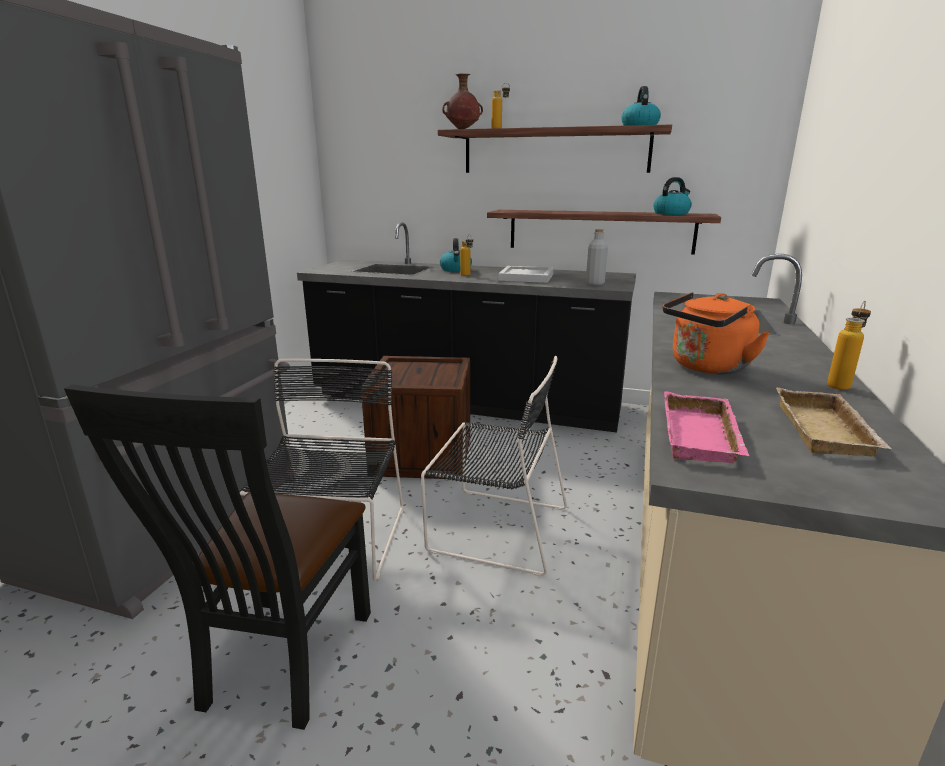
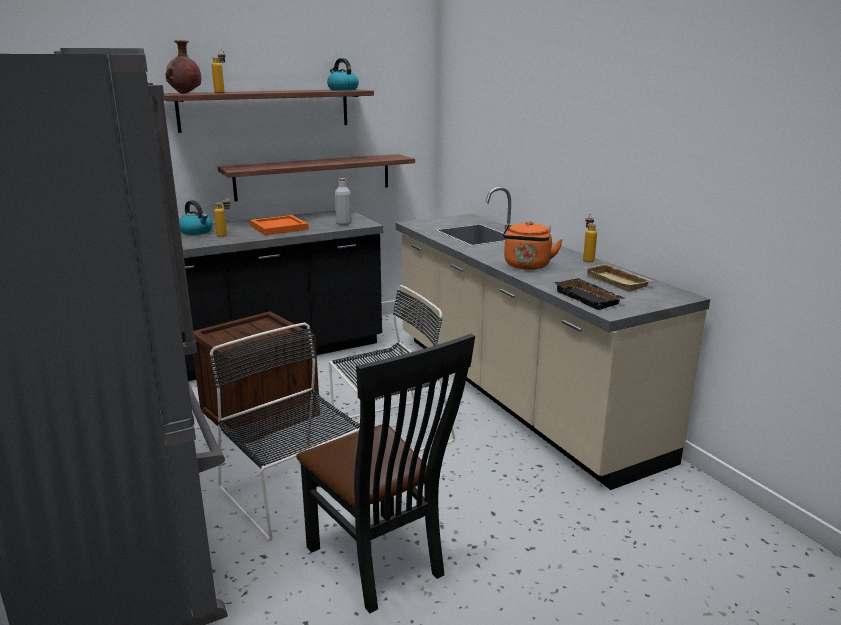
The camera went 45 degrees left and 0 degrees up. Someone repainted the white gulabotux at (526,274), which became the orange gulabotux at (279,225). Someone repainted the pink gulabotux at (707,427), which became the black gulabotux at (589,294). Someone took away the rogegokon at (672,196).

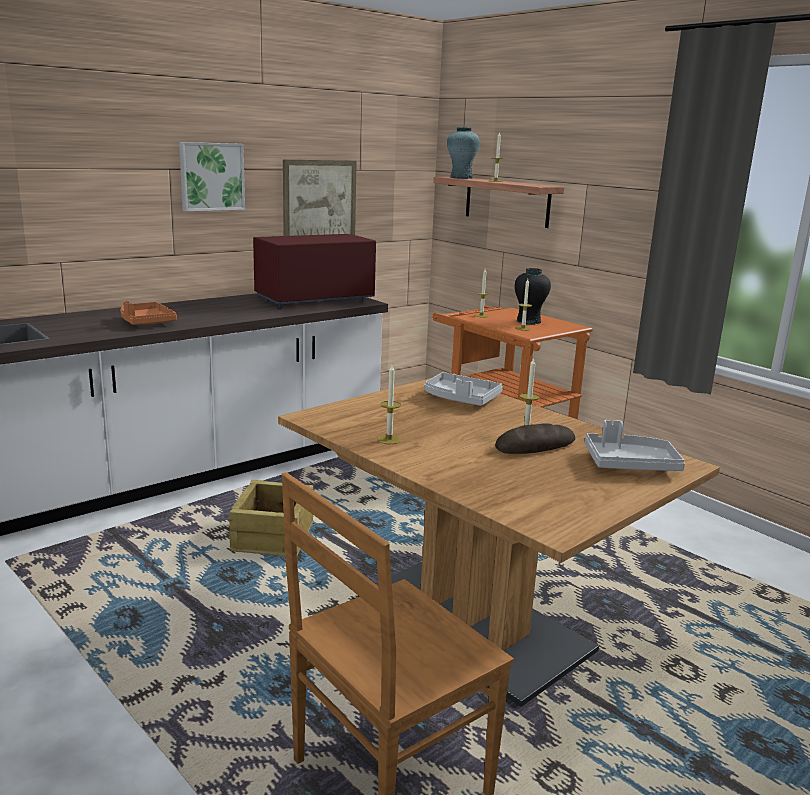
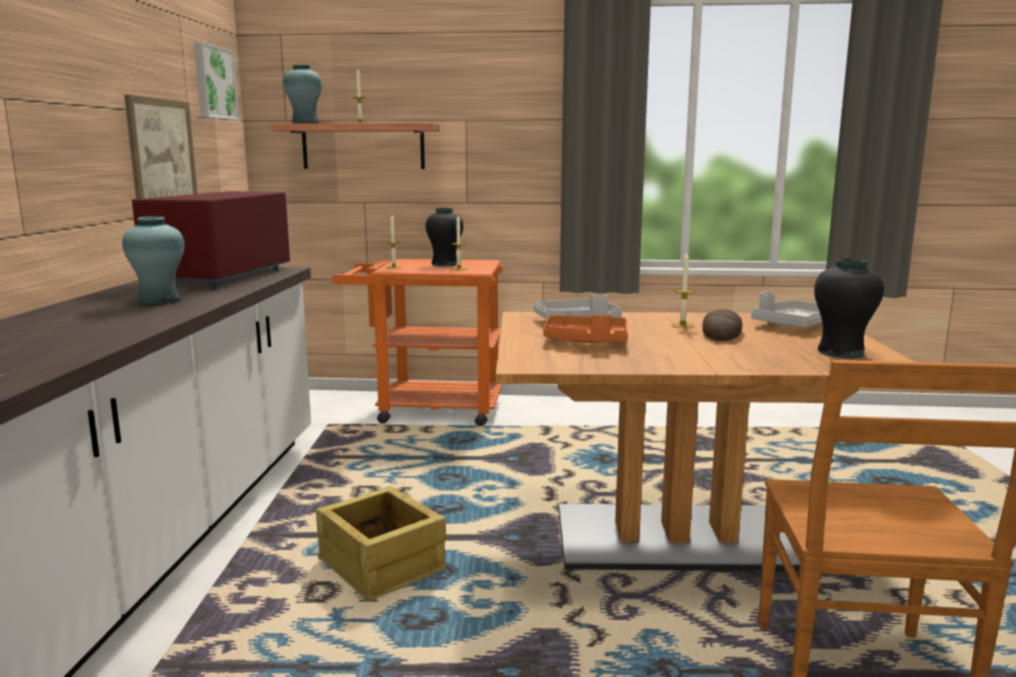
The camera went 45 degrees left and 5 degrees down. Someone put down the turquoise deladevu at (153,260). Someone carried the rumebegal from (212,176) to (216,81). Someone carried the orange gulabotux from (149,313) to (585,328). Someone put down the black deladevu at (849,308). Someone took away the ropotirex at (389,404).

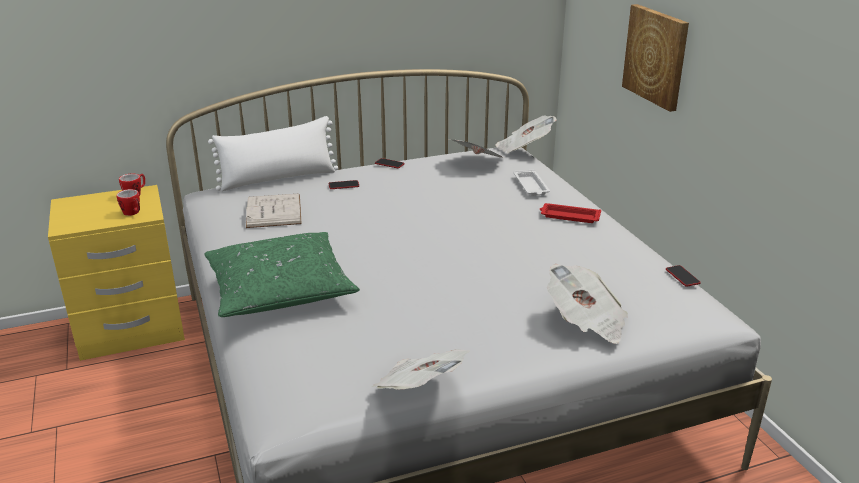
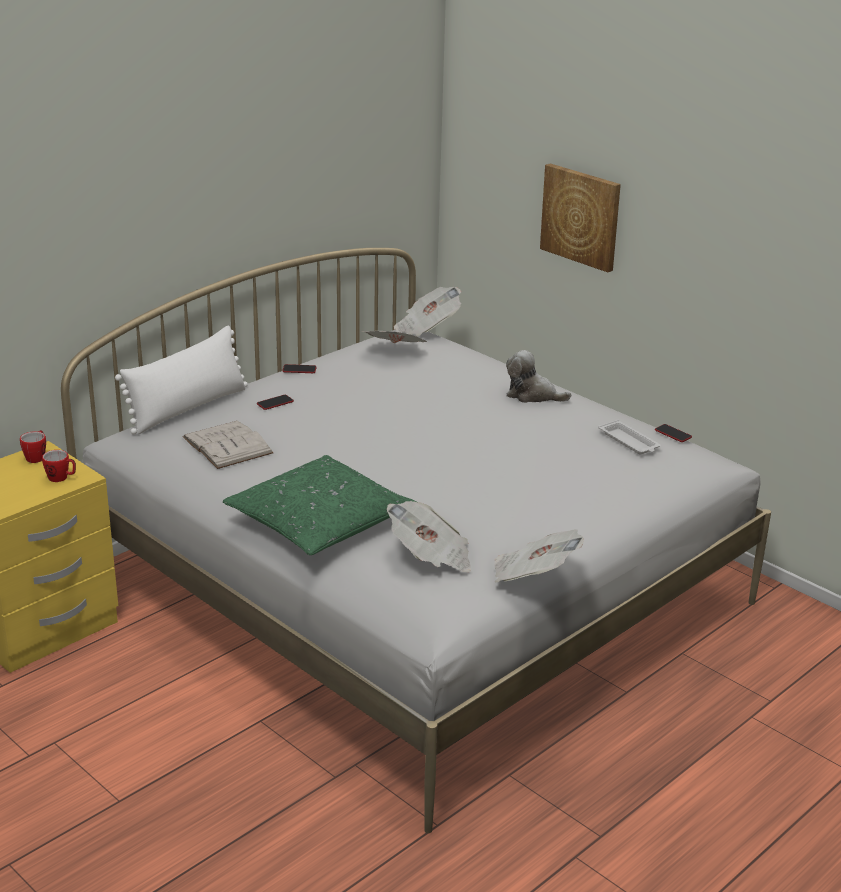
The camera went 25 degrees left and 0 degrees up. Someone carried the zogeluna from (587,304) to (429,536). Someone swapped the red gulabotux at (570,213) for the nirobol at (538,376). Someone carried the white gulabotux from (531,183) to (629,437).

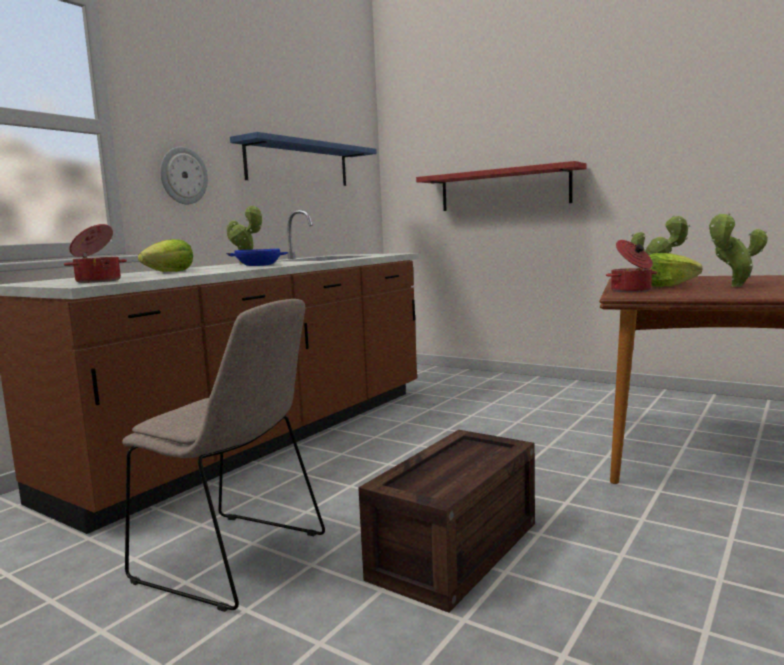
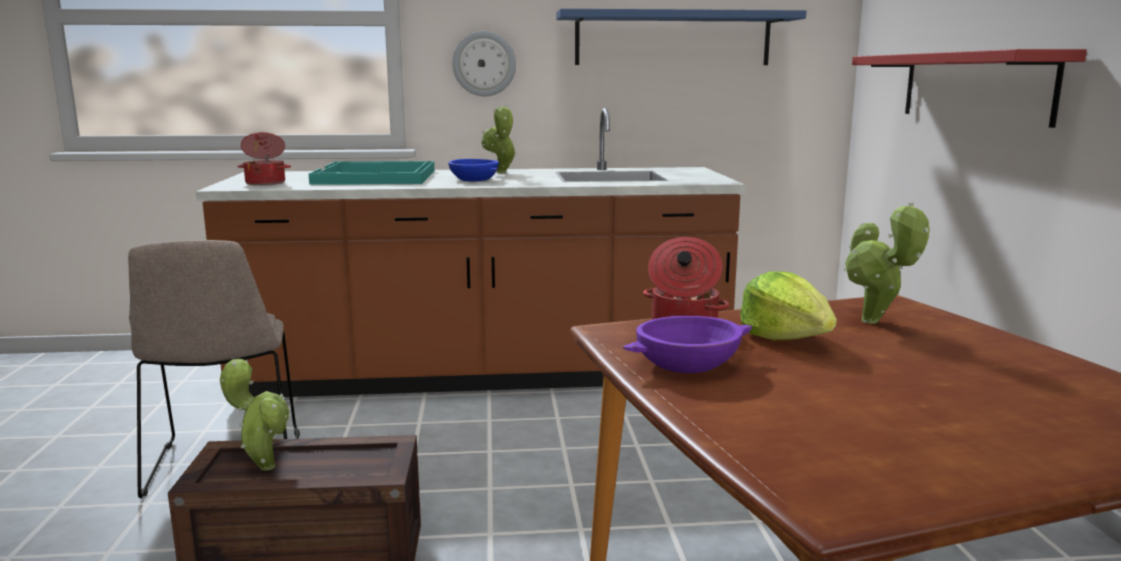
The camera went 50 degrees right and 5 degrees up. Someone carried the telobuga from (738,250) to (255,414). Someone swapped the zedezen at (165,255) for the turquoise gulabotux at (371,173). Someone put down the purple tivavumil at (687,344).

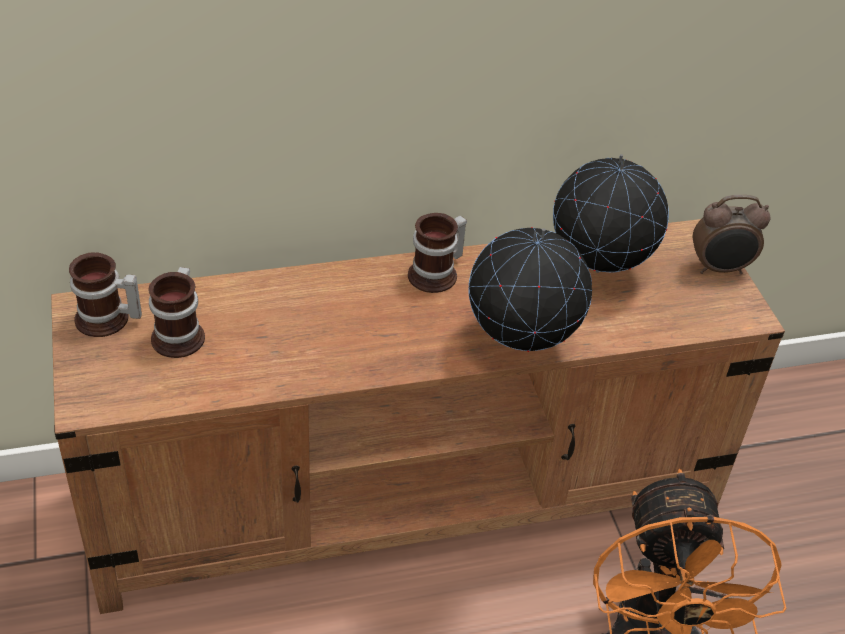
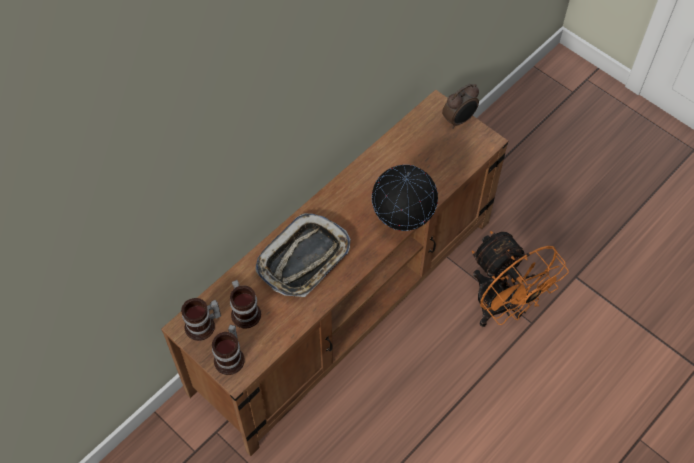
The camera went 30 degrees left and 15 degrees up. Someone carried the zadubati from (437,253) to (228,349). Someone put down the gulabotux at (303,255). Someone took away the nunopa at (611,213).

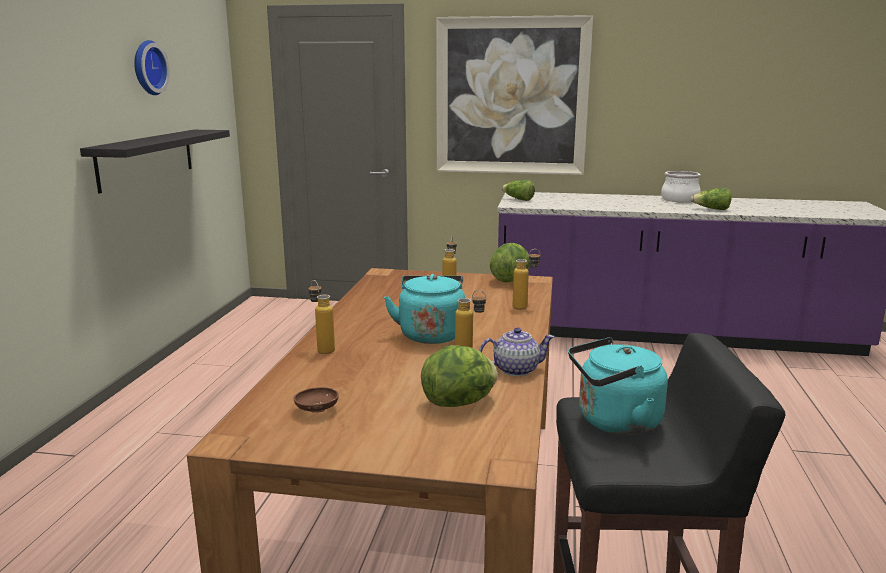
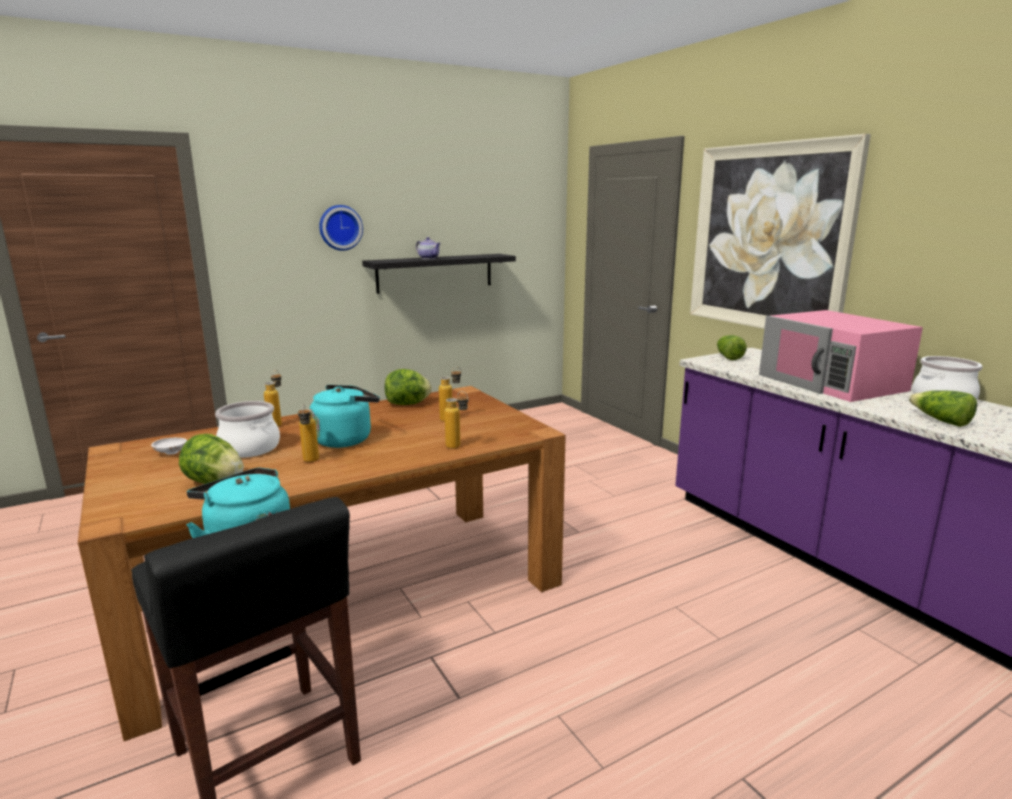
The camera went 50 degrees right and 0 degrees up. Someone repainted the brown tivavumil at (316,400), which became the white tivavumil at (169,446). Someone put down the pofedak at (247,429). Someone carried the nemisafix from (152,67) to (341,228). Someone carried the zedezen from (510,263) to (408,387). Someone carried the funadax from (517,351) to (428,248). Someone put down the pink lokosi at (841,356).

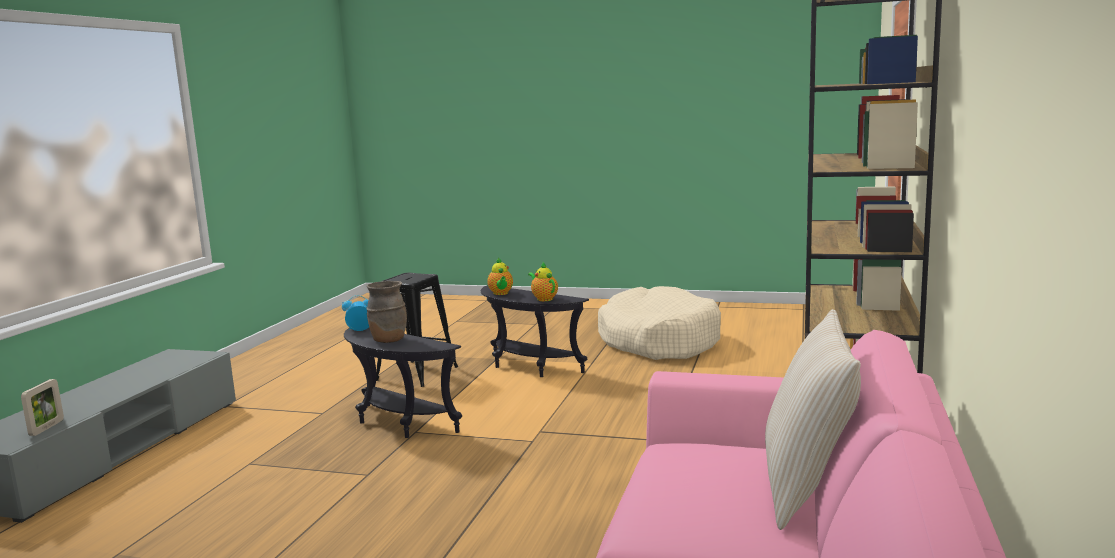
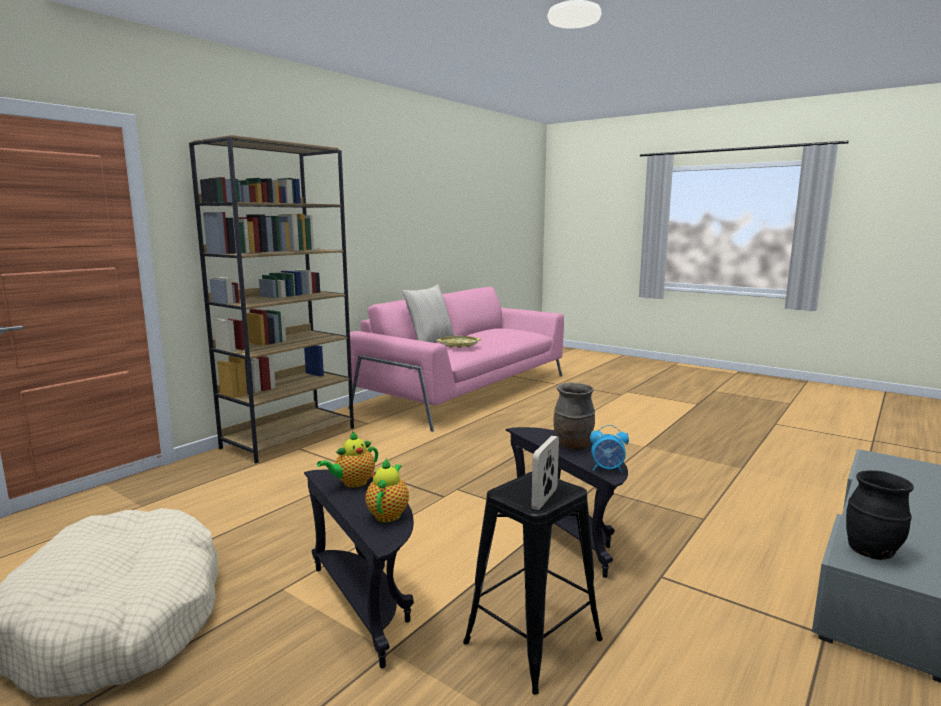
The camera went 160 degrees left and 0 degrees up. Someone rotated the funadax at (543,281) by 60 degrees clockwise. Someone put down the yellow gulabotux at (458,342). Someone carried the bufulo from (42,407) to (545,473). Someone put down the black deladevu at (880,515).

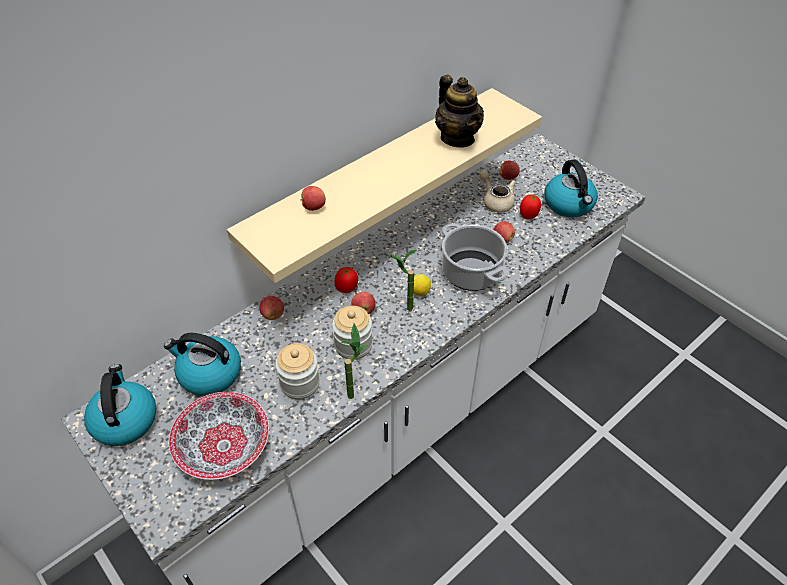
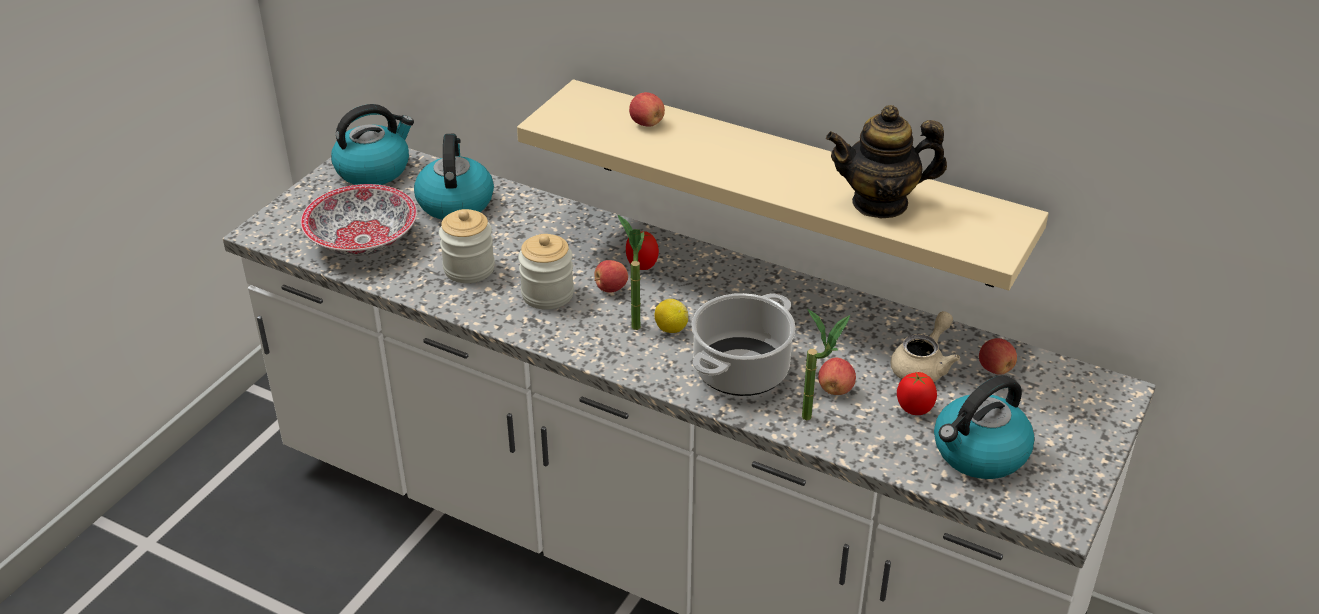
The camera went 70 degrees right and 10 degrees down. Someone carried the telobuga from (354,361) to (826,364). Someone rotated the funadax at (459,111) by 45 degrees clockwise. Someone took away the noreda at (271,308).

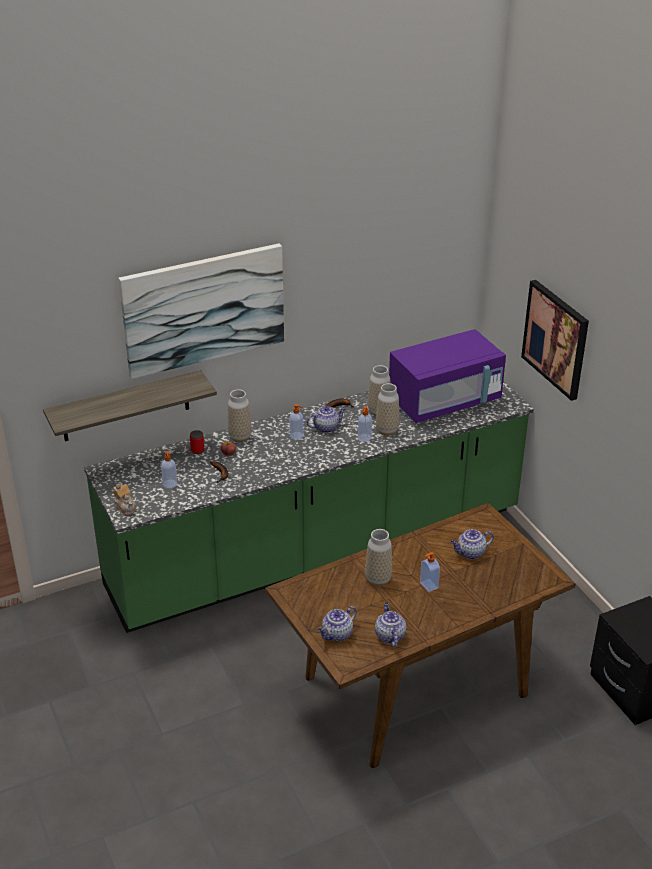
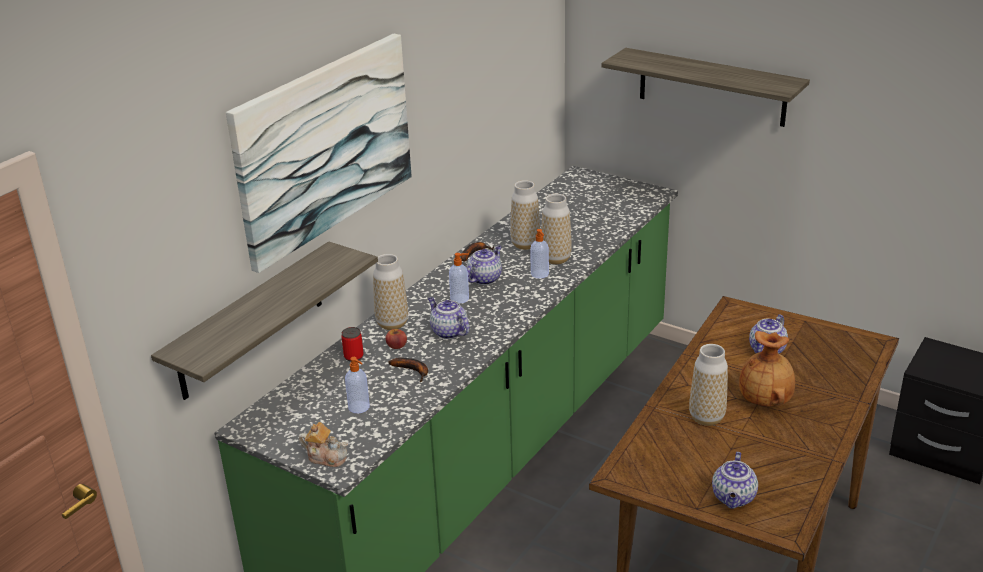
The camera went 30 degrees left and 5 degrees down. Someone carried the funadax from (390,624) to (449,318). Someone swapped the rumebegal at (555,340) for the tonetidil at (705,87). Someone swapped the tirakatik at (430,572) for the brown deladevu at (767,369). Someone took away the purple lokosi at (447,376).

